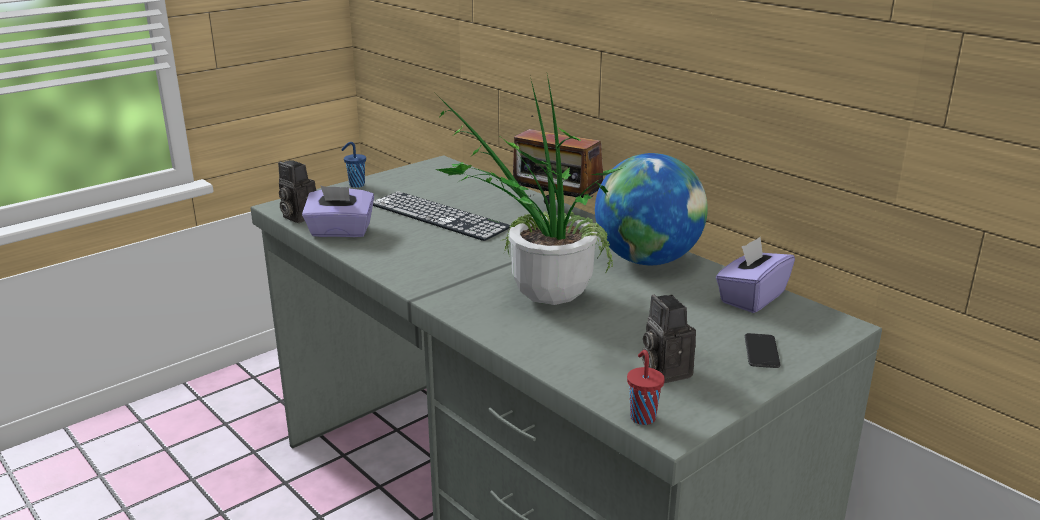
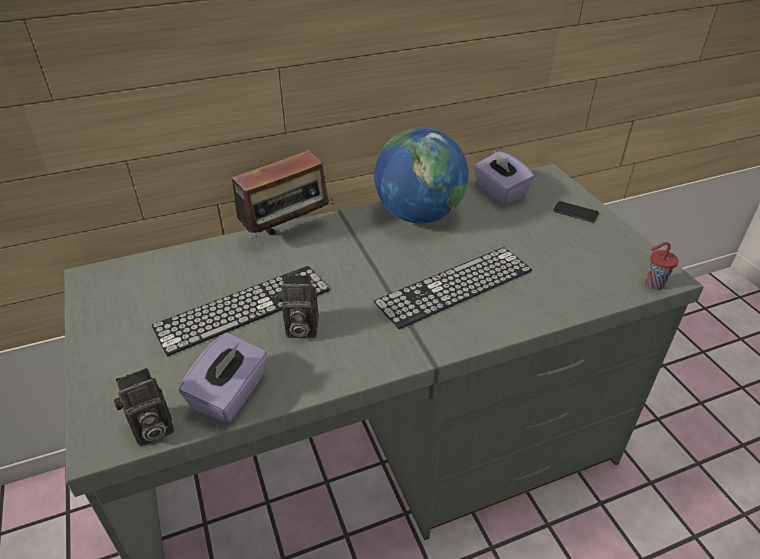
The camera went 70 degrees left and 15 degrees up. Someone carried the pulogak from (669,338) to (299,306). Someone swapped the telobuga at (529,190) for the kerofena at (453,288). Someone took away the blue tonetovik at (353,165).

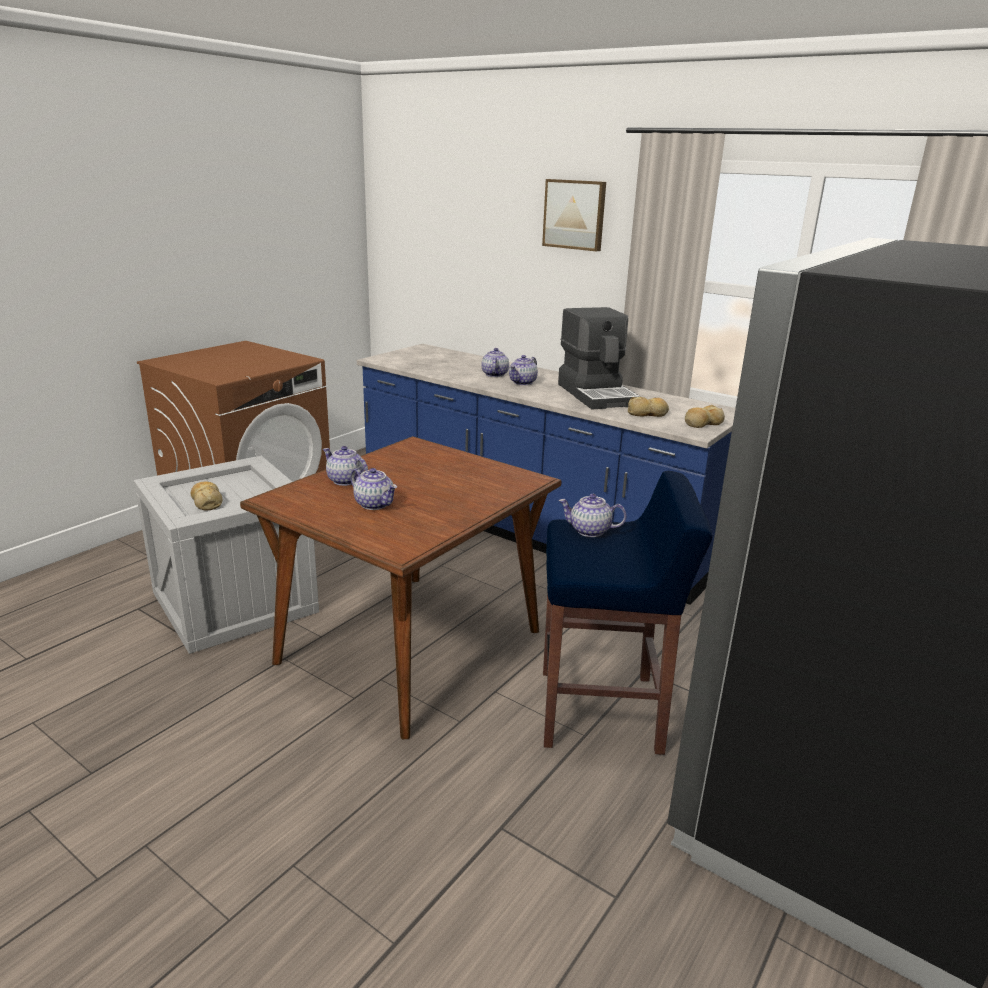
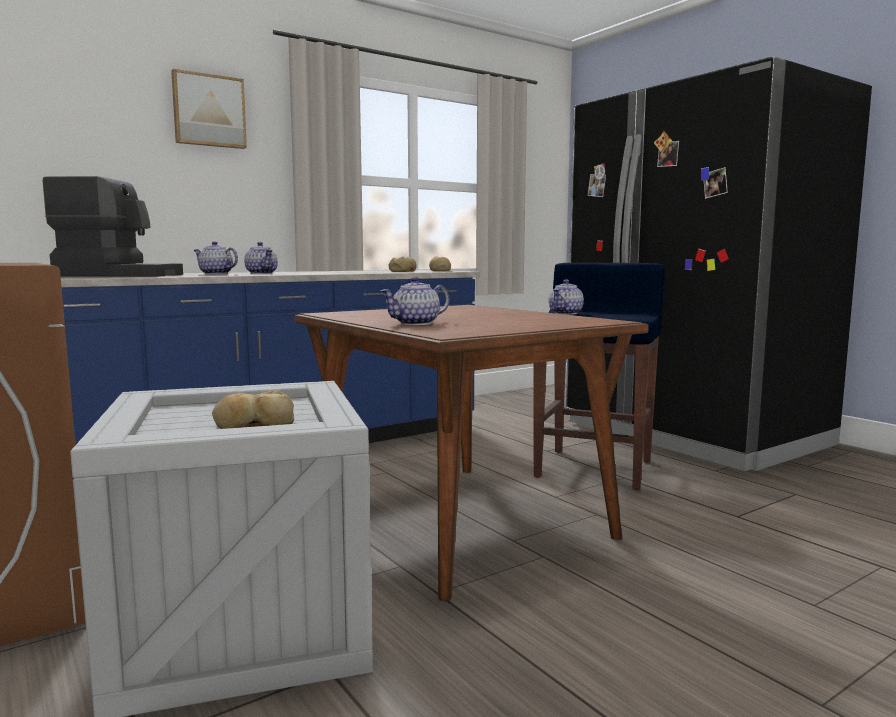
The camera went 70 degrees left and 15 degrees down. Someone carried the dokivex from (599,358) to (113,226). Someone took away the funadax at (373,489).

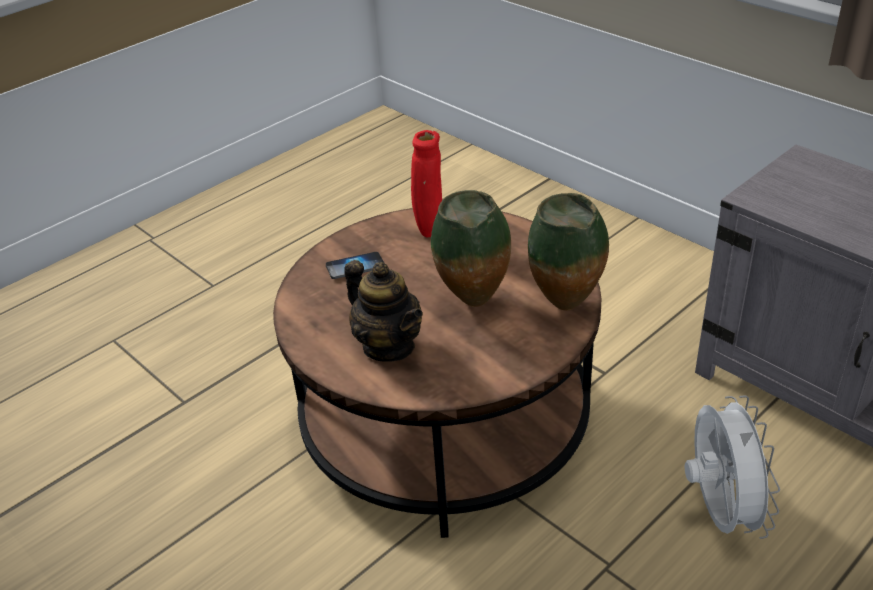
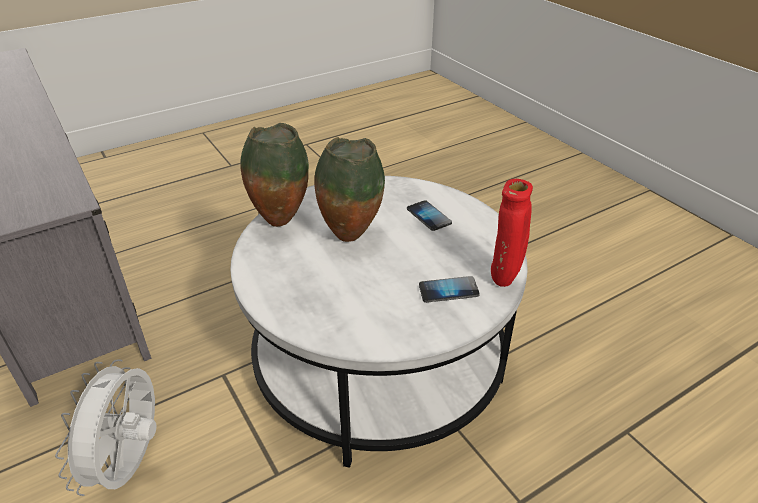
The camera went 170 degrees left and 0 degrees up. Someone carried the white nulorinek from (732,467) to (105,427). Someone repainted the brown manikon at (437,373), which became the white manikon at (379,322). Someone swapped the funadax at (383,311) for the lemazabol at (429,215). Someone carried the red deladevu from (426,183) to (512,233).

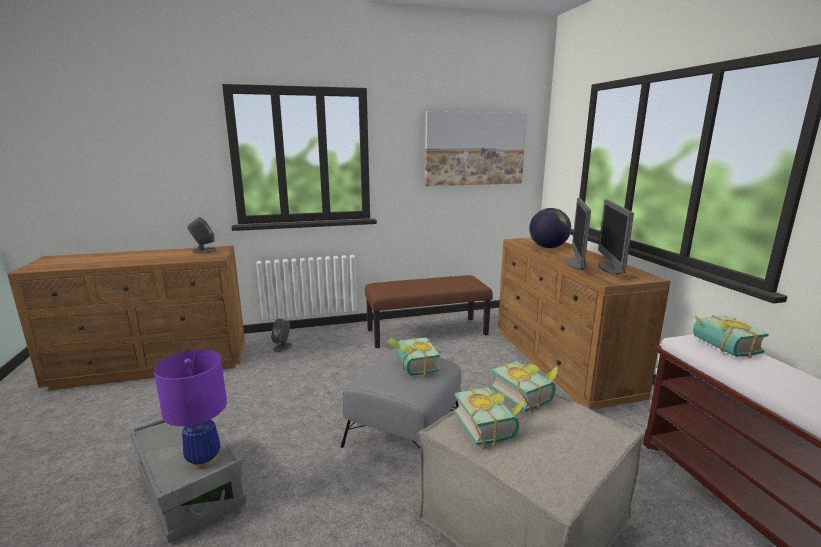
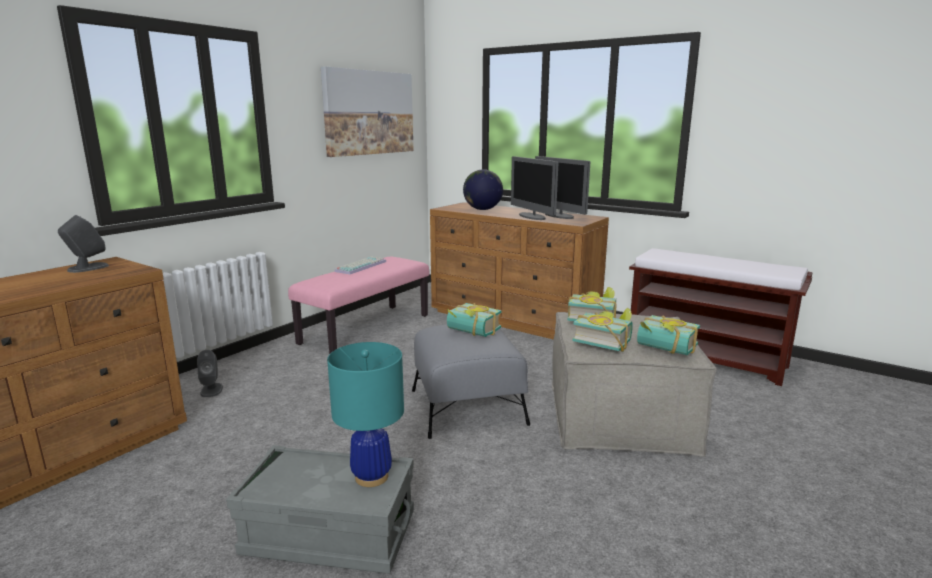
The camera went 40 degrees left and 0 degrees up. Someone repainted the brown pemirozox at (429,311), which became the pink pemirozox at (358,306). Someone repainted the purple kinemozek at (190,409), which became the turquoise kinemozek at (365,414). Someone put down the kerofena at (360,265). Someone carried the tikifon from (731,336) to (668,335).

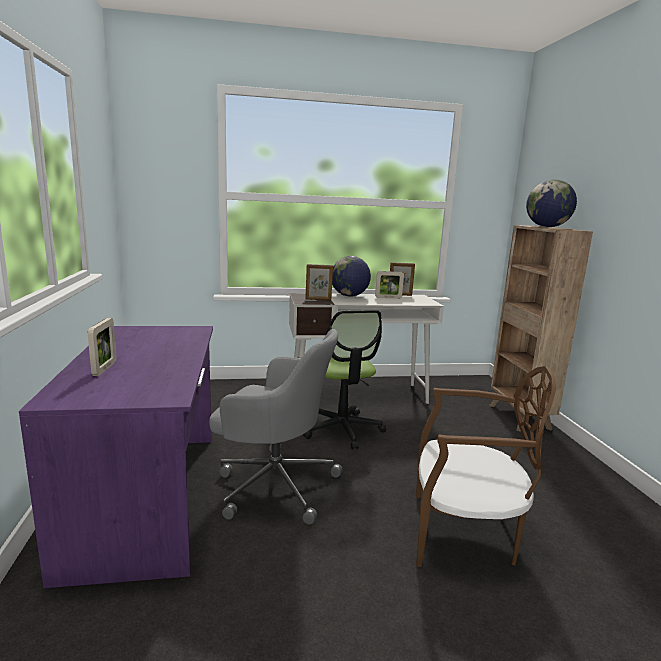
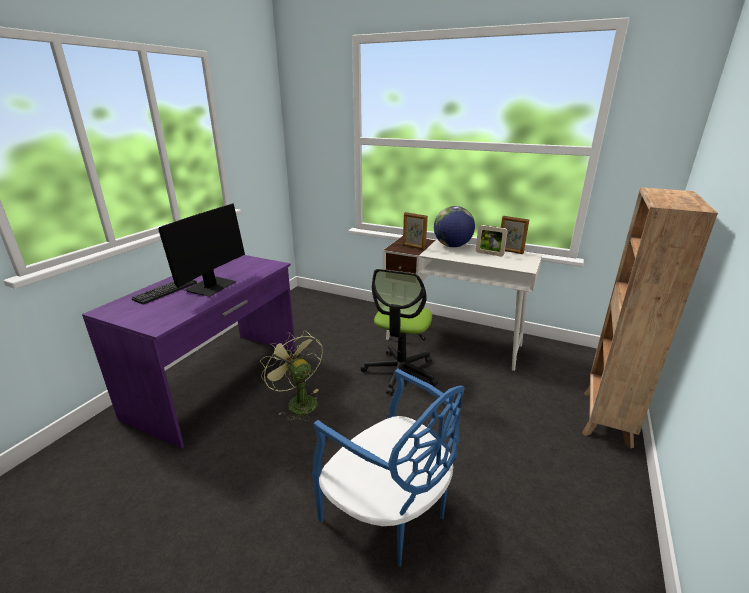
The camera went 35 degrees right and 10 degrees up. Someone swapped the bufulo at (102,347) for the kerofena at (164,292). Someone put down the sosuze at (201,250). Someone swapped the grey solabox at (275,426) for the green nulorinek at (291,376). Someone repainted the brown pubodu at (486,466), which became the blue pubodu at (388,468). Someone took away the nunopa at (551,203).

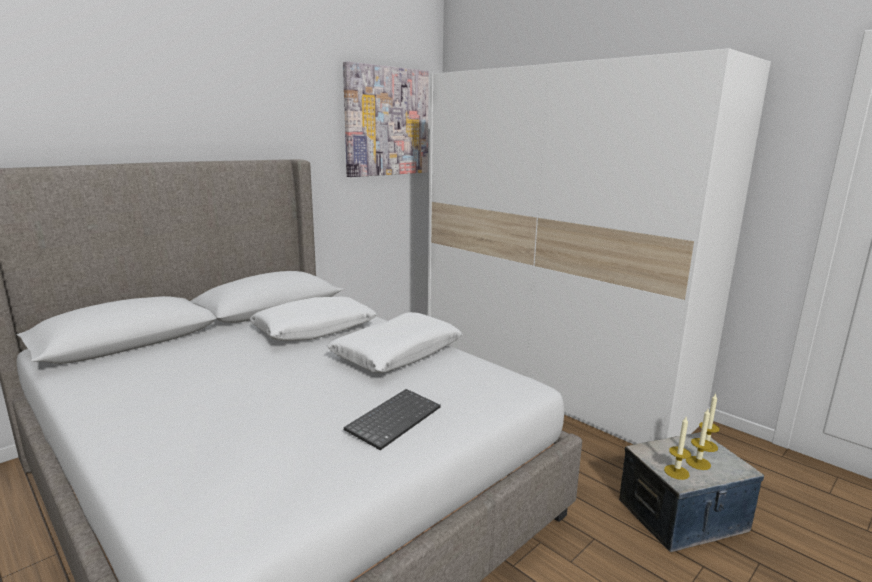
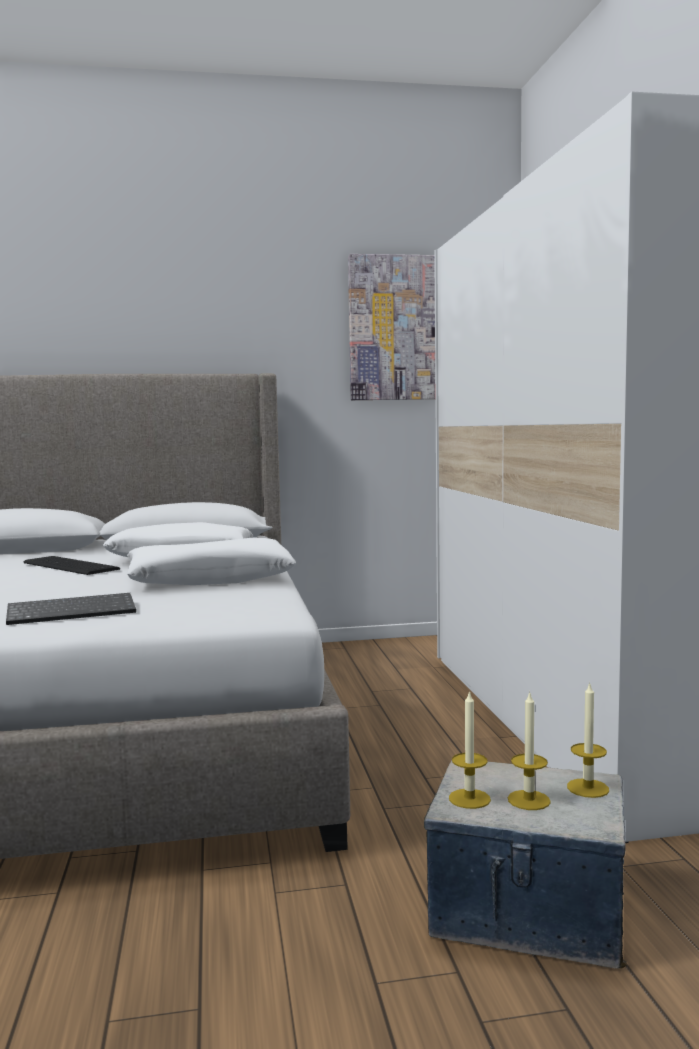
The camera went 35 degrees right and 10 degrees down. Someone put down the kerofena at (72,565).

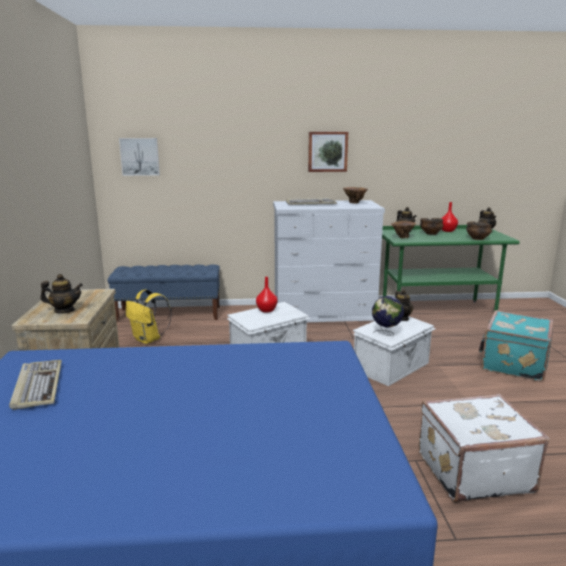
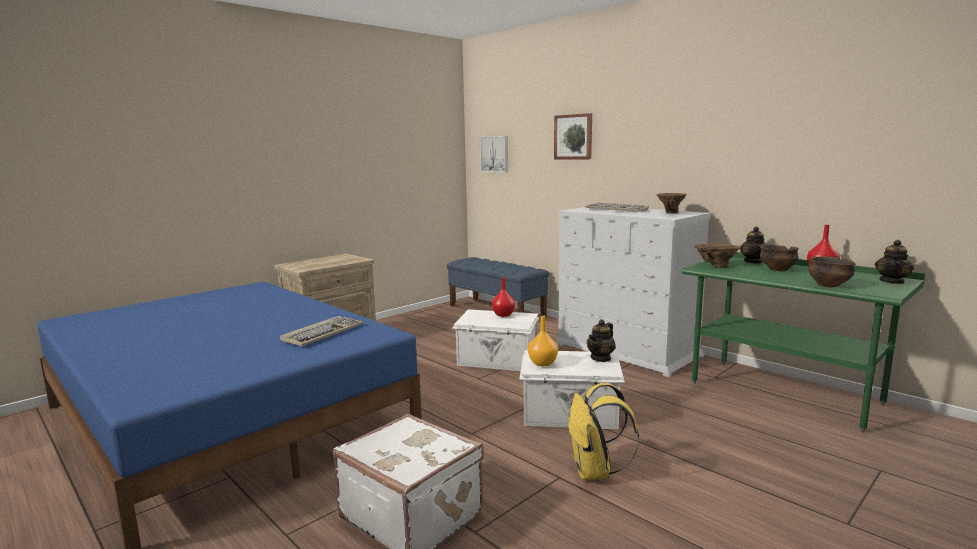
The camera went 50 degrees right and 5 degrees down. Someone carried the kerofena from (35,385) to (322,331). Someone swapped the nunopa at (388,316) for the orange deladevu at (543,340). Someone carried the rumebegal from (328,152) to (573,136). Someone carried the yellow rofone from (149,316) to (603,431). Someone took away the funadax at (61,294). Someone took away the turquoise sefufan at (516,346).

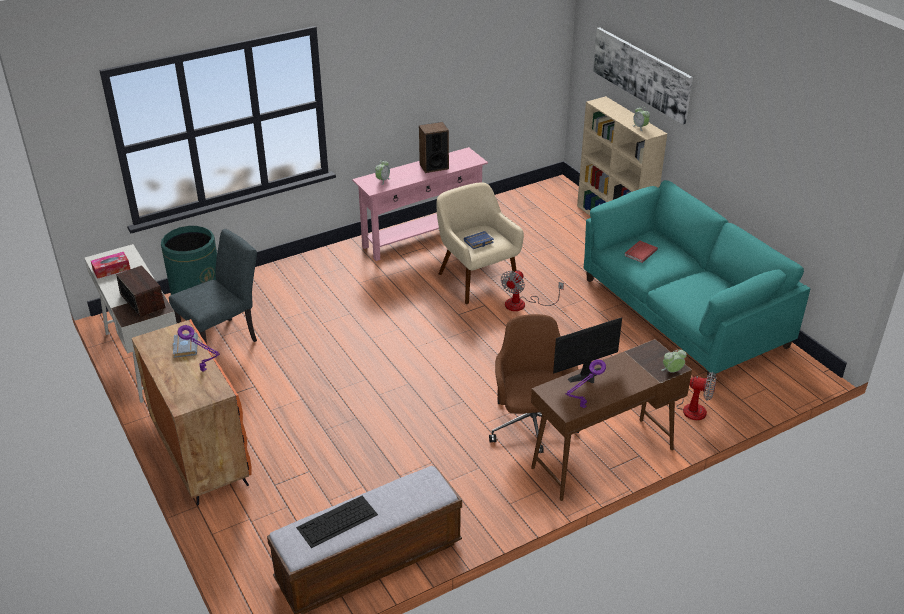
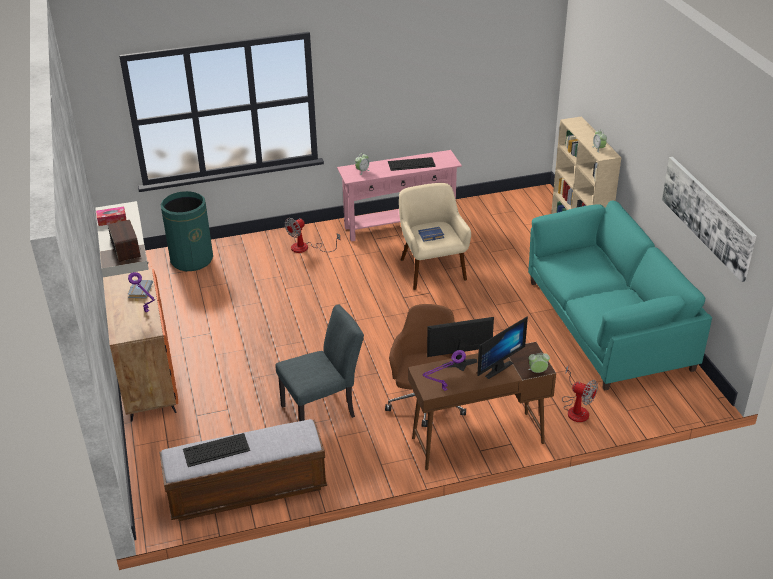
The camera went 15 degrees right and 0 degrees up. Someone carried the grey pubodu from (213,286) to (320,362). Someone carried the nulorinek from (532,290) to (312,235). Someone swapped the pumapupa at (434,147) for the kerofena at (412,164). Someone put down the sosuze at (502,347). Someone carried the rumebegal from (643,76) to (709,219). Someone took away the red tikifon at (641,252).

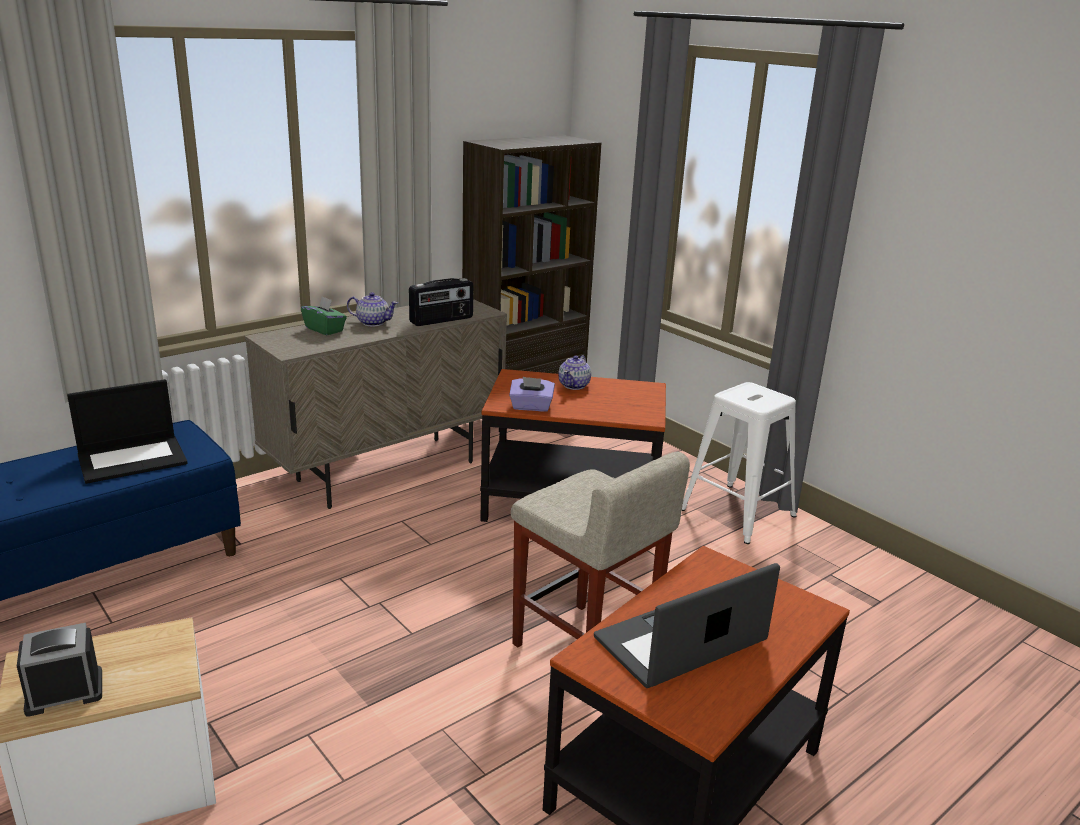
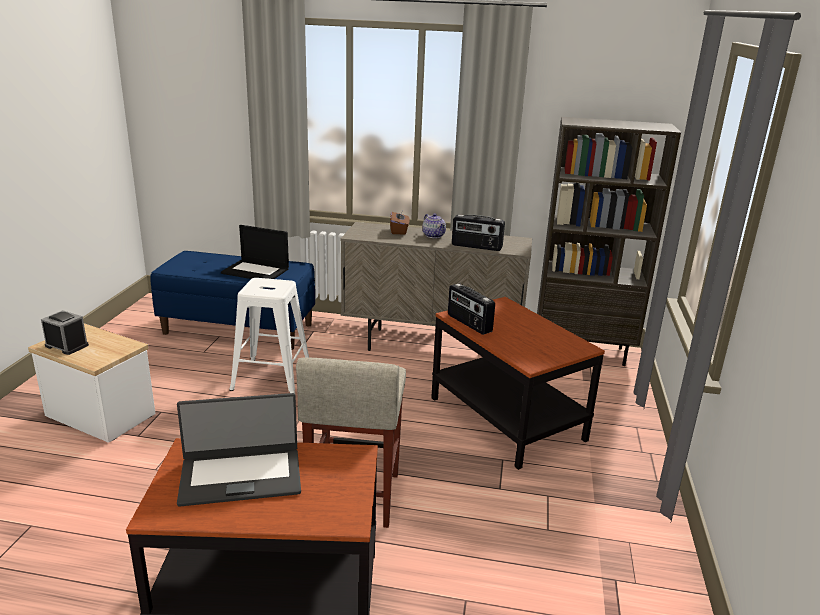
The camera went 50 degrees right and 0 degrees up. Someone rotated the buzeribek at (687,625) by 150 degrees clockwise. Someone carried the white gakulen from (739,463) to (269,335). Someone repainted the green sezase at (324,315), which became the brown sezase at (400,222). Someone swapped the purple sezase at (532,394) for the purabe at (471,309). Someone took away the funadax at (574,372).

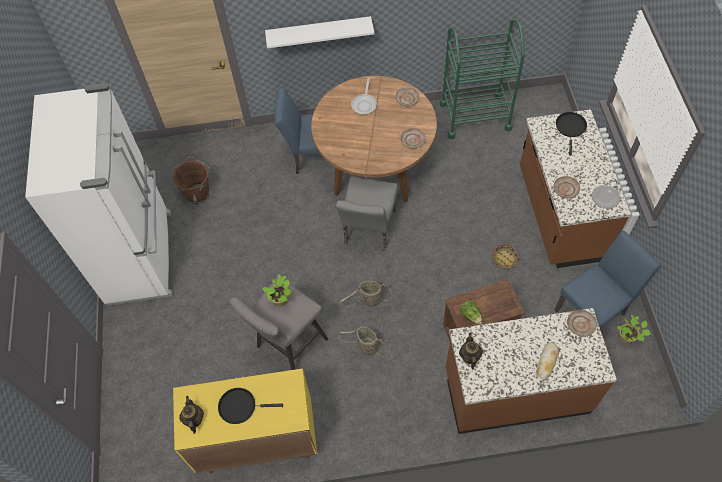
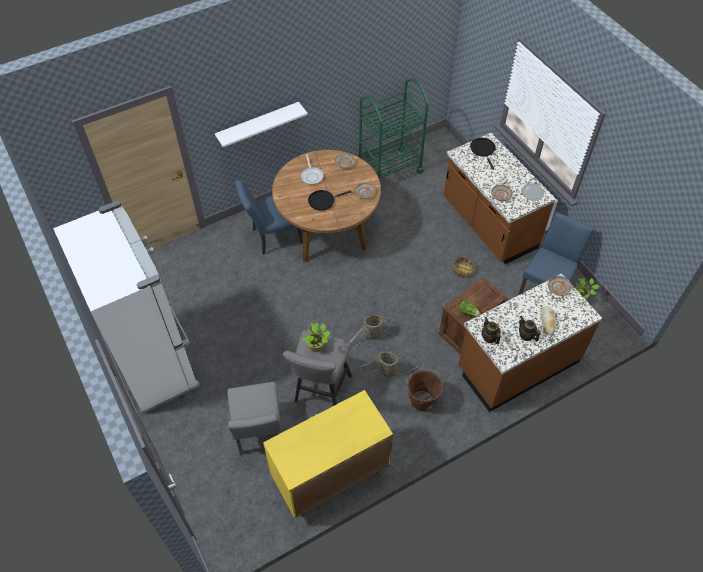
The camera went 25 degrees left and 5 degrees down. Someone carried the grey pubodu from (367,214) to (254,418). Someone carried the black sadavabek from (250,406) to (329,200). Someone carried the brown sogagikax from (191,180) to (424,389). Someone carried the funadax from (191,415) to (529,328).

